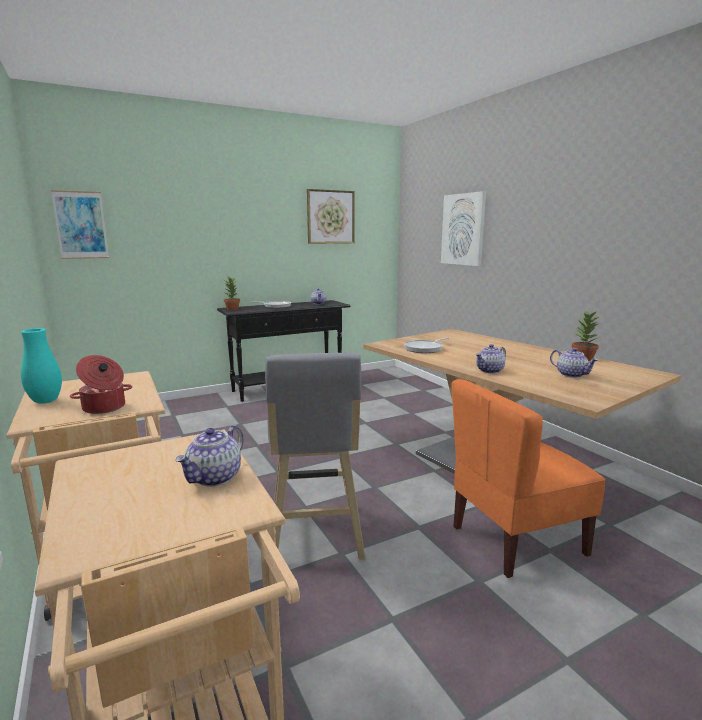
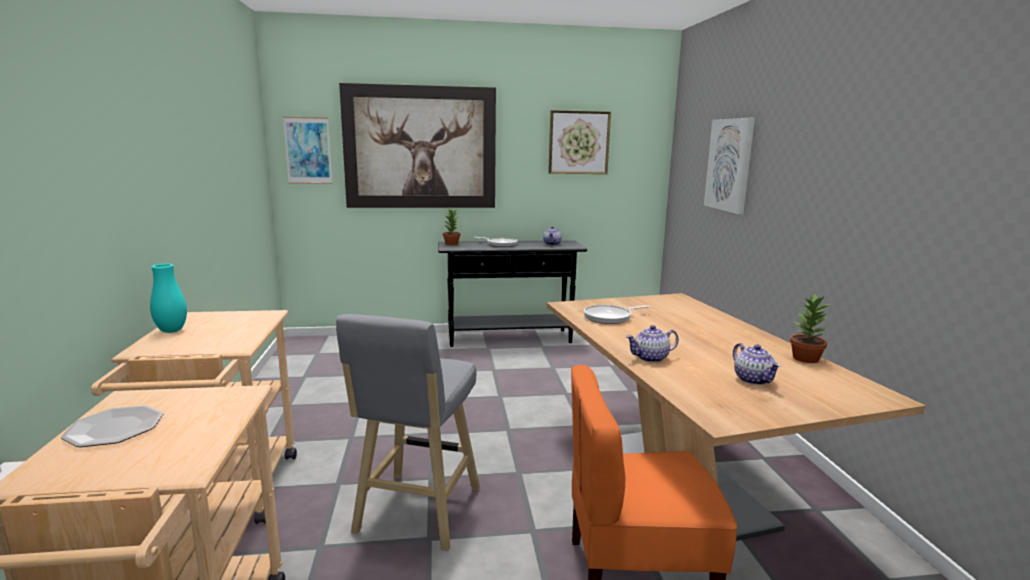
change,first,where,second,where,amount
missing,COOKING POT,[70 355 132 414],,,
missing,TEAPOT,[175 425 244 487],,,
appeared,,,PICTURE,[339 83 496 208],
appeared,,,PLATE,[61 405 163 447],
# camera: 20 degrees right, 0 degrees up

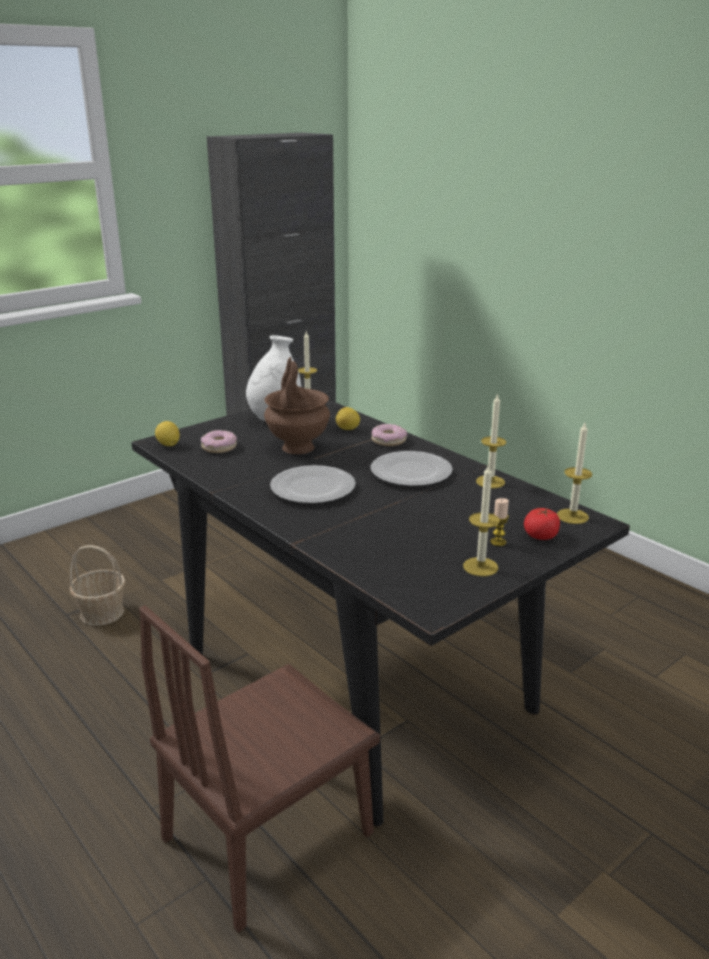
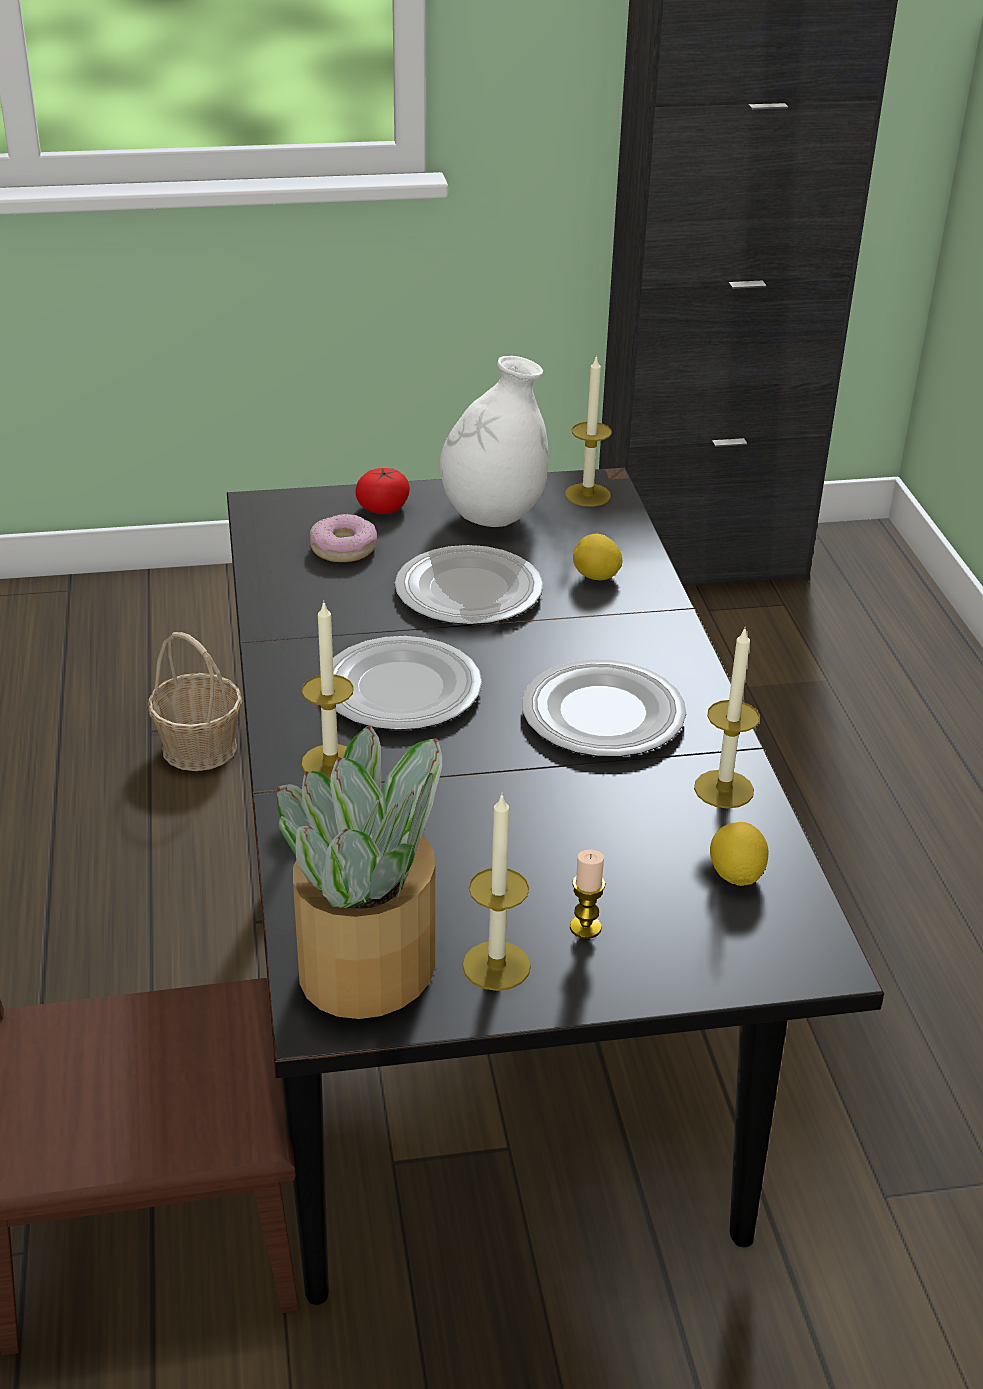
change,first,where,second,where,amount
exchanged,BROWN VASE,[264 357 330 454],PLATE,[395 545 543 625],
relocated,LEMON,[155 421 180 446],,[710 822 768 886],
relocated,CANDLE,[557 423 592 524],,[301 601 354 779],
missing,DONUT,[371 424 407 446],,,
relocated,TOMATO,[524 508 560 540],,[355 468 410 514],
appeared,,,POTTED PLANT,[277 725 442 1019],
# camera: 30 degrees right, 10 degrees up

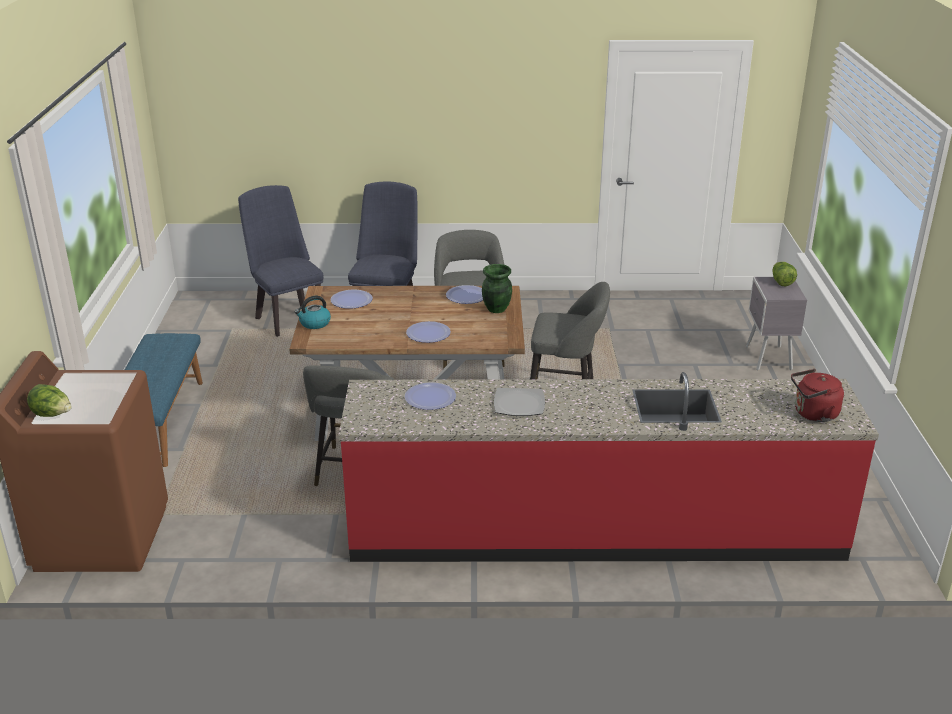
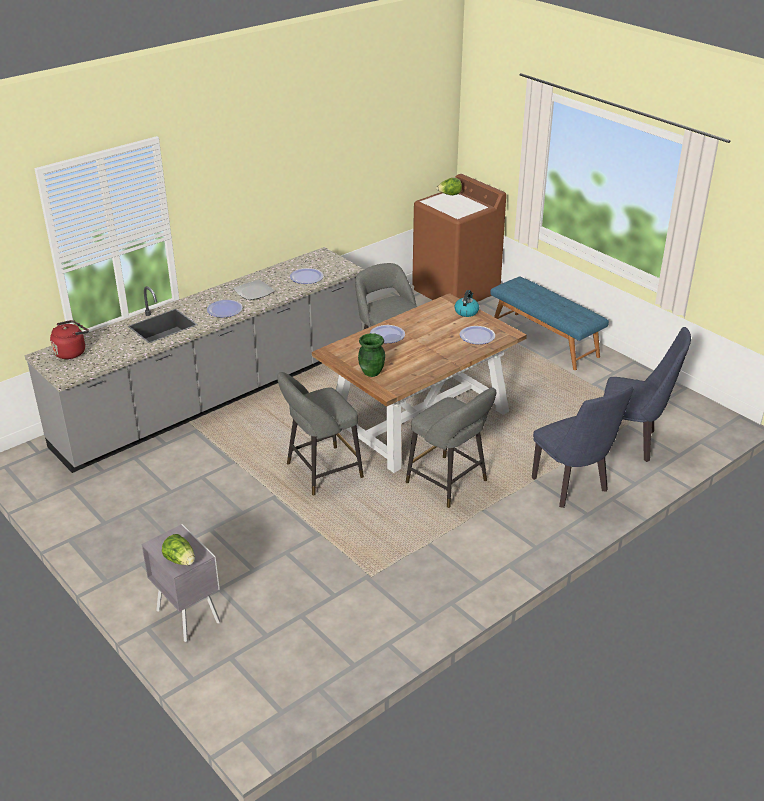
change,first,where,second,where,amount
relocated,PLATE,[446 285 483 304],,[207 300 243 317],
colour,RED COUNTER,[338 372 879 562],GREY COUNTER,[24 247 364 473],
# camera: 140 degrees right, 5 degrees up

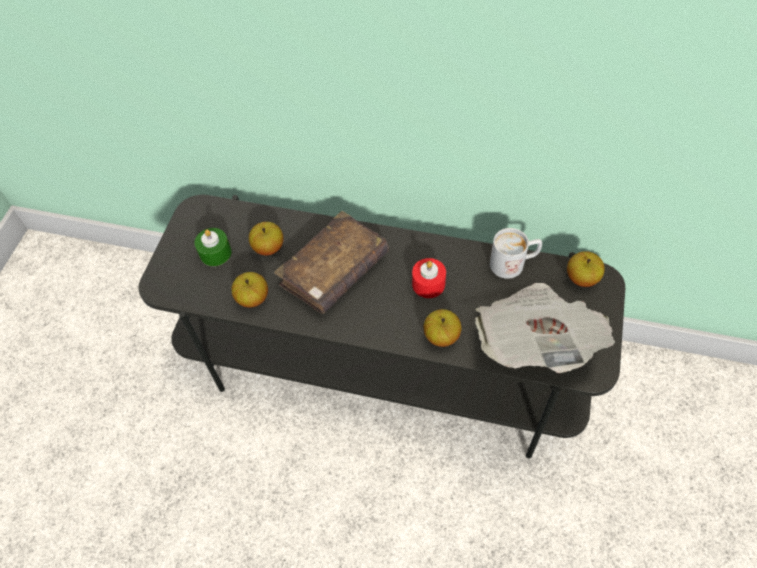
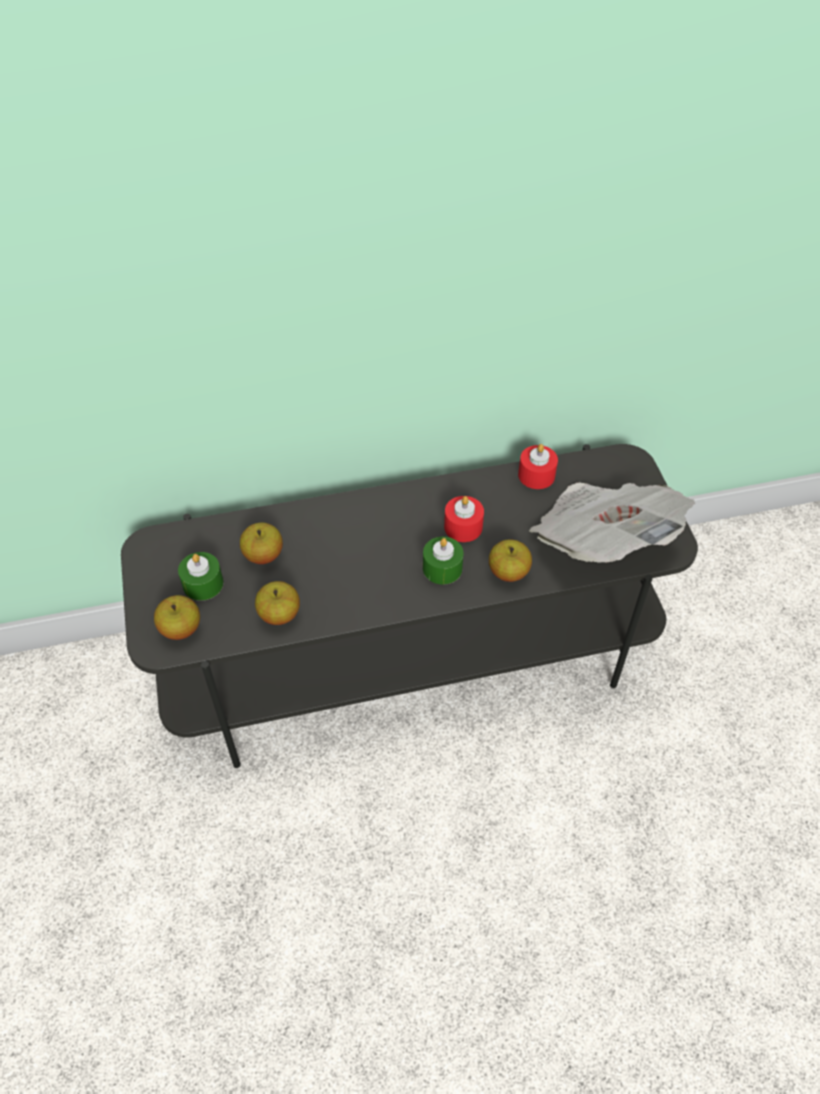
change,first,where,second,where,amount
missing,BROWN BOOK,[274 211 389 314],,,
exchanged,WHITE MUG,[490 228 542 279],RED CANDLE,[518 444 558 489],
relocated,APPLE,[567 251 605 287],,[154 595 200 640],
appeared,,,GREEN CANDLE,[423 537 464 585],
# camera: 30 degrees left, 5 degrees down

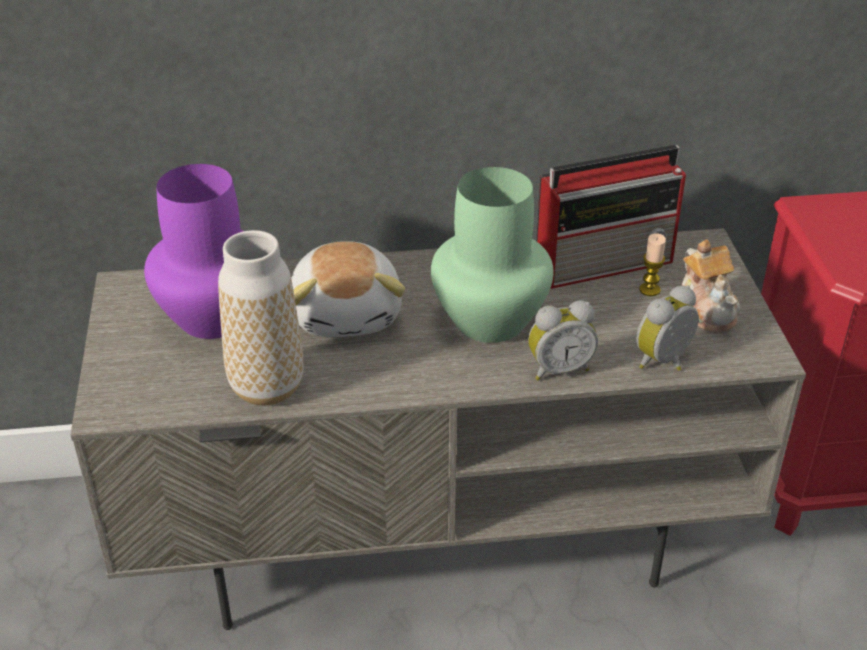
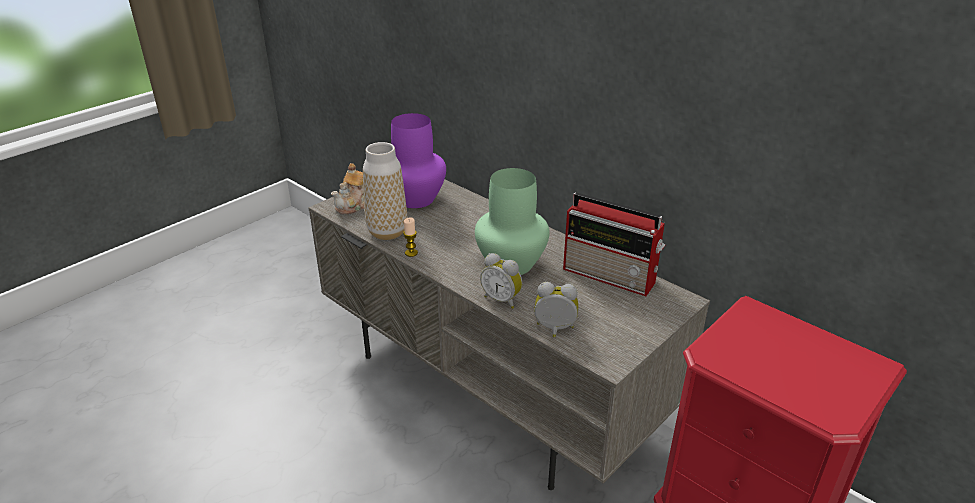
change,first,where,second,where,amount
relocated,CANDLE,[639 233 666 296],,[403 217 418 257],
relocated,TEAPOT,[681 239 740 333],,[331 163 364 214],
missing,PLUSH TOY,[291 241 405 337],,,
# camera: 50 degrees right, 5 degrees down

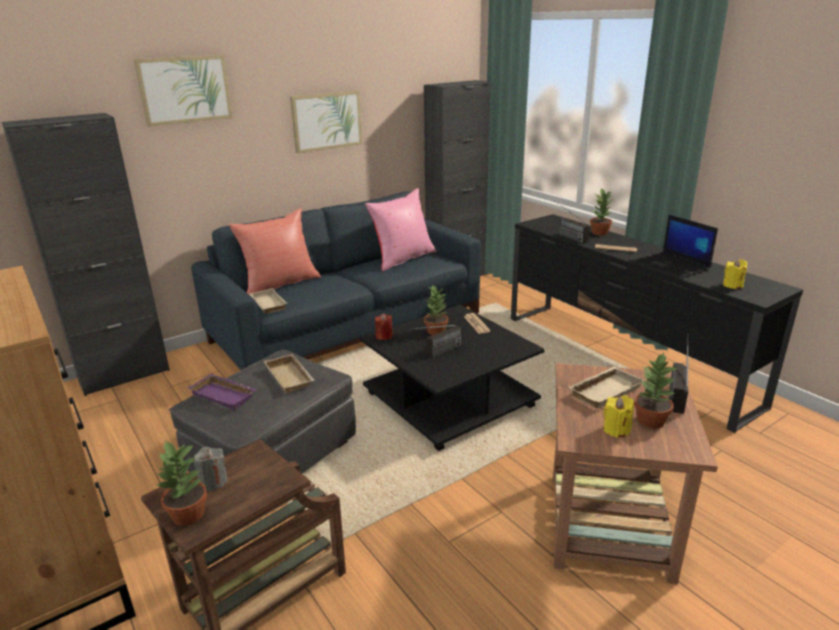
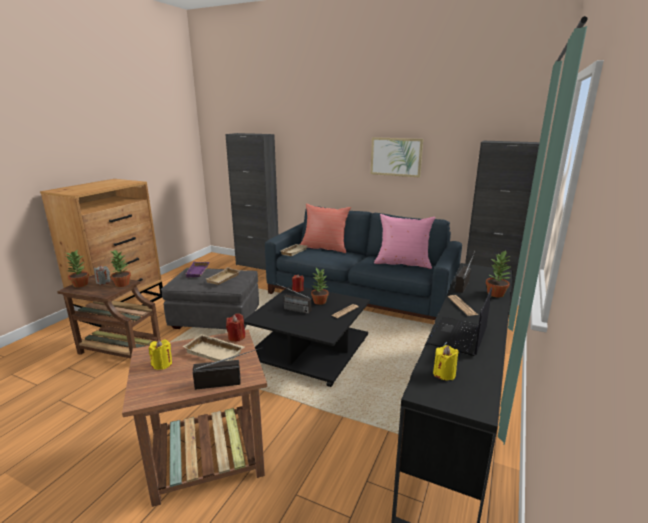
change,first,where,second,where,amount
missing,PICTURE,[134 55 233 127],,,
relocated,POTTED PLANT,[634 353 676 429],,[109 249 131 287],
appeared,,,RED CANDLE,[226 313 245 342],
# camera: 60 degrees right, 5 degrees down

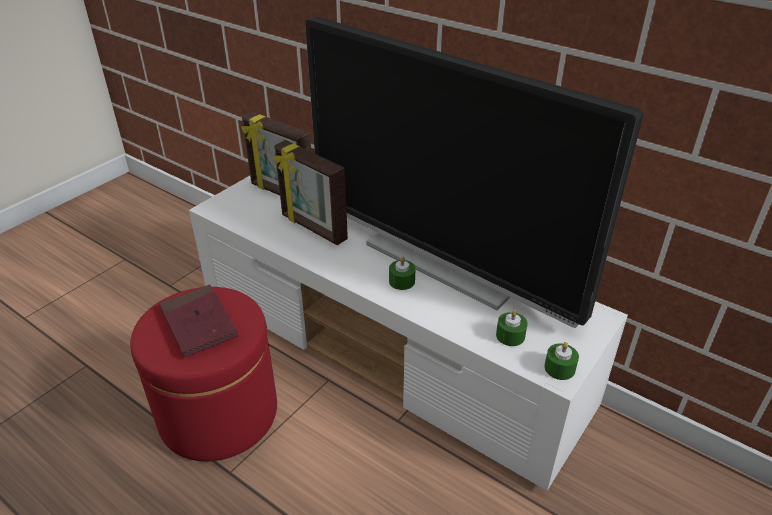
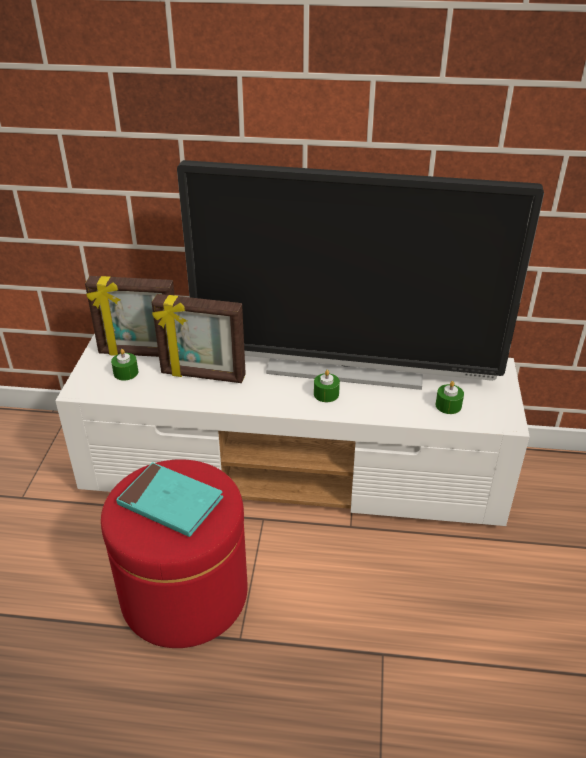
change,first,where,second,where,amount
colour,RED BOOK,[159 285 239 357],TURQUOISE BOOK,[116 462 223 537],
relocated,GREEN CANDLE,[544 342 579 380],,[111 349 138 381],
# camera: 30 degrees left, 0 degrees up

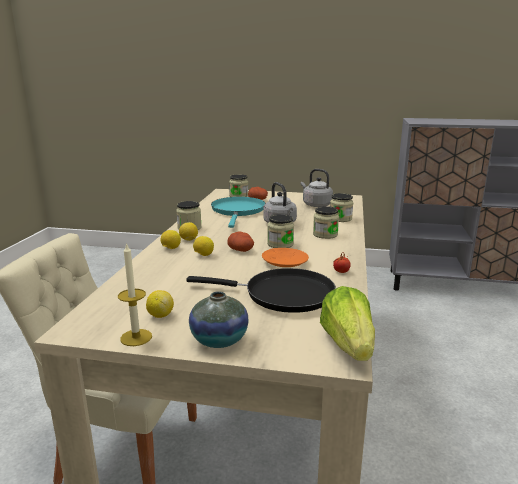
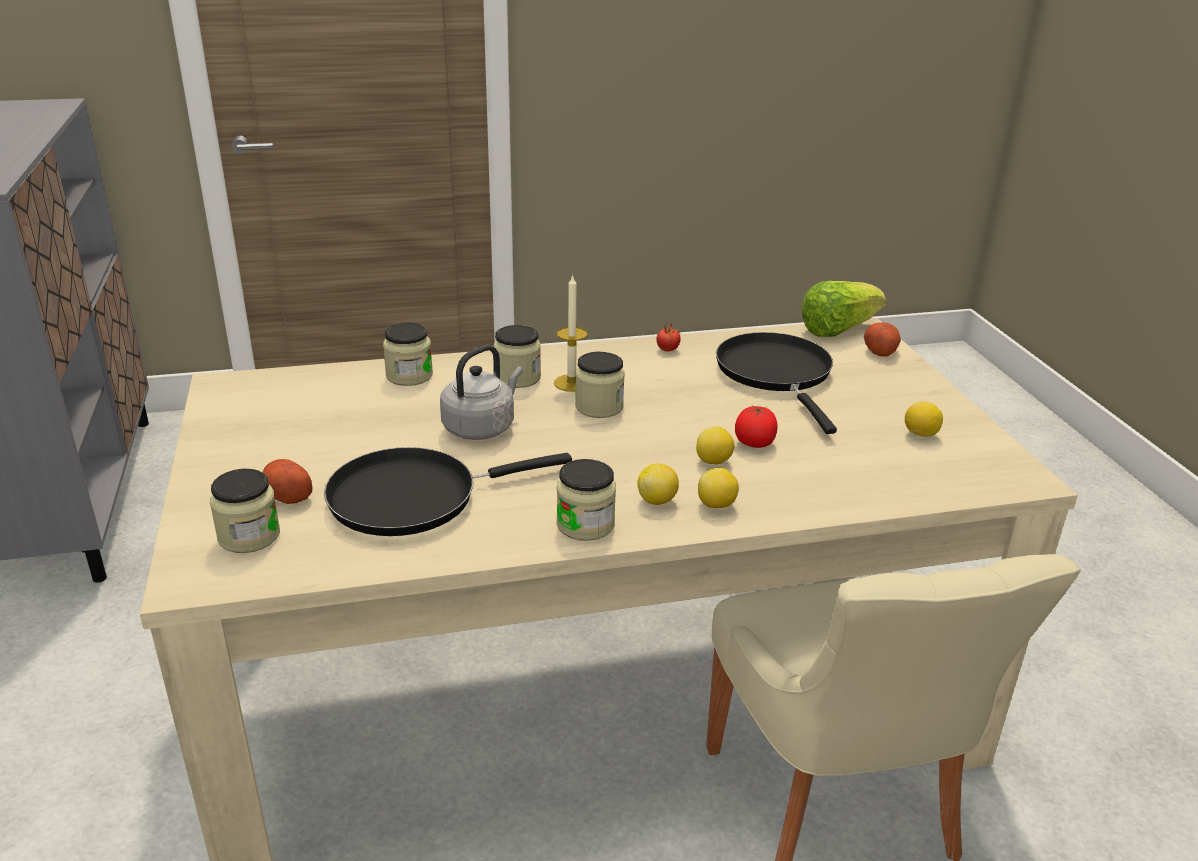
change,first,where,second,where,amount
missing,GREY KETTLE,[301 169 333 207],,,
colour,TURQUOISE FRYING PAN,[211 197 266 228],BLACK FRYING PAN,[324 447 572 536],
relocated,POTATO,[227 231 254 252],,[864 322 901 357],
relocated,CANDLE,[118 243 152 346],,[554 274 588 392],
missing,ORANGE PLATE,[262 248 309 267],,,
missing,VASE,[189 291 249 348],,,
appeared,,,TOMATO,[735 406 778 448],
# camera: 115 degrees left, 10 degrees up

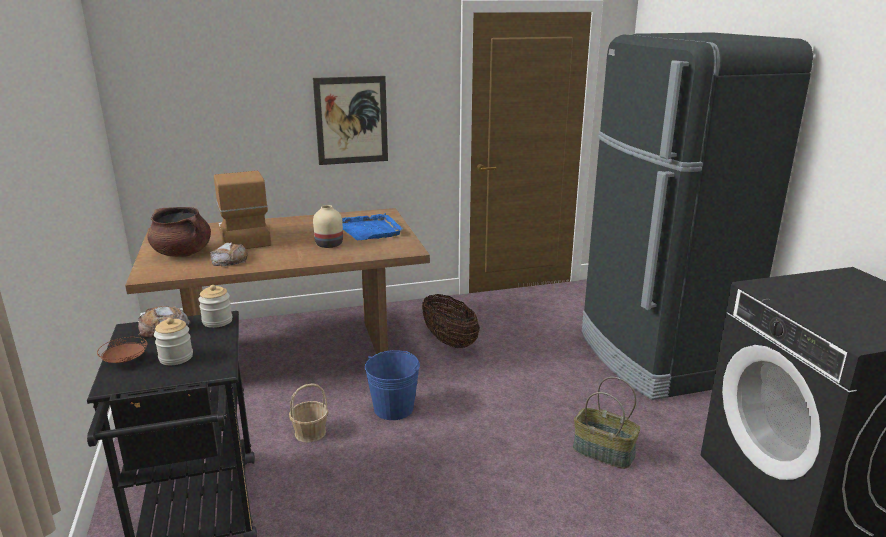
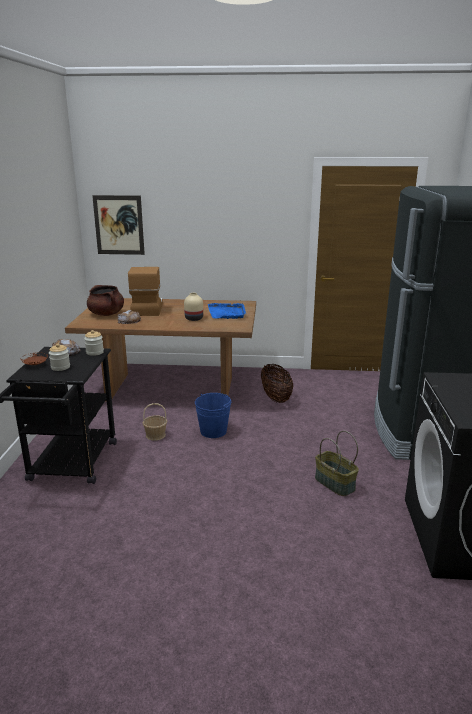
change,first,where,second,where,amount
relocated,PICTURE,[313 76 388 165],,[92 195 145 255],
# camera: 20 degrees right, 0 degrees up

